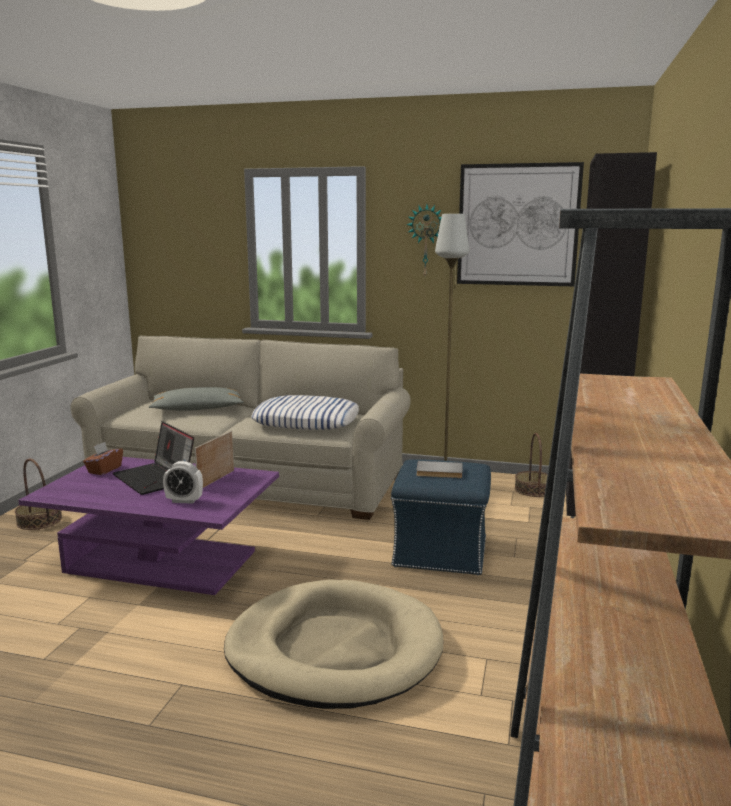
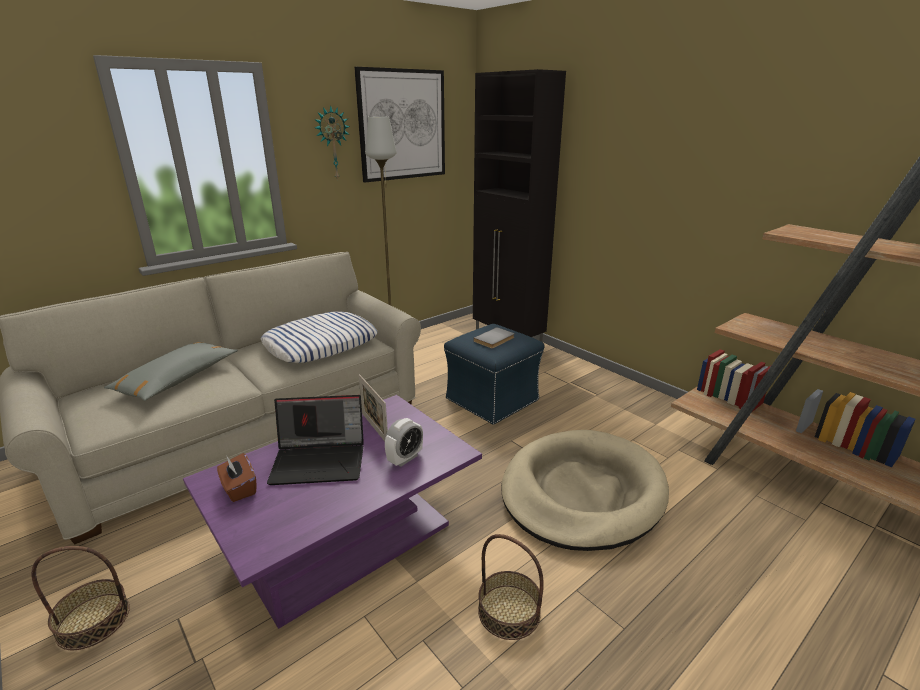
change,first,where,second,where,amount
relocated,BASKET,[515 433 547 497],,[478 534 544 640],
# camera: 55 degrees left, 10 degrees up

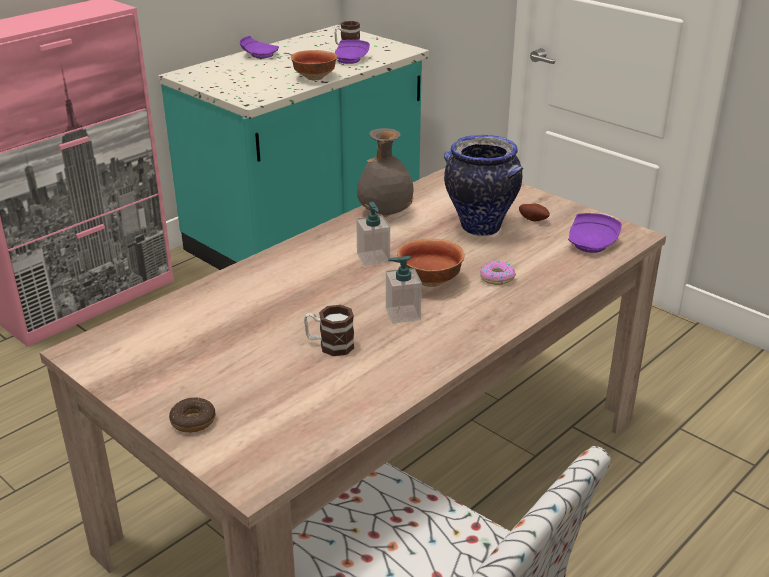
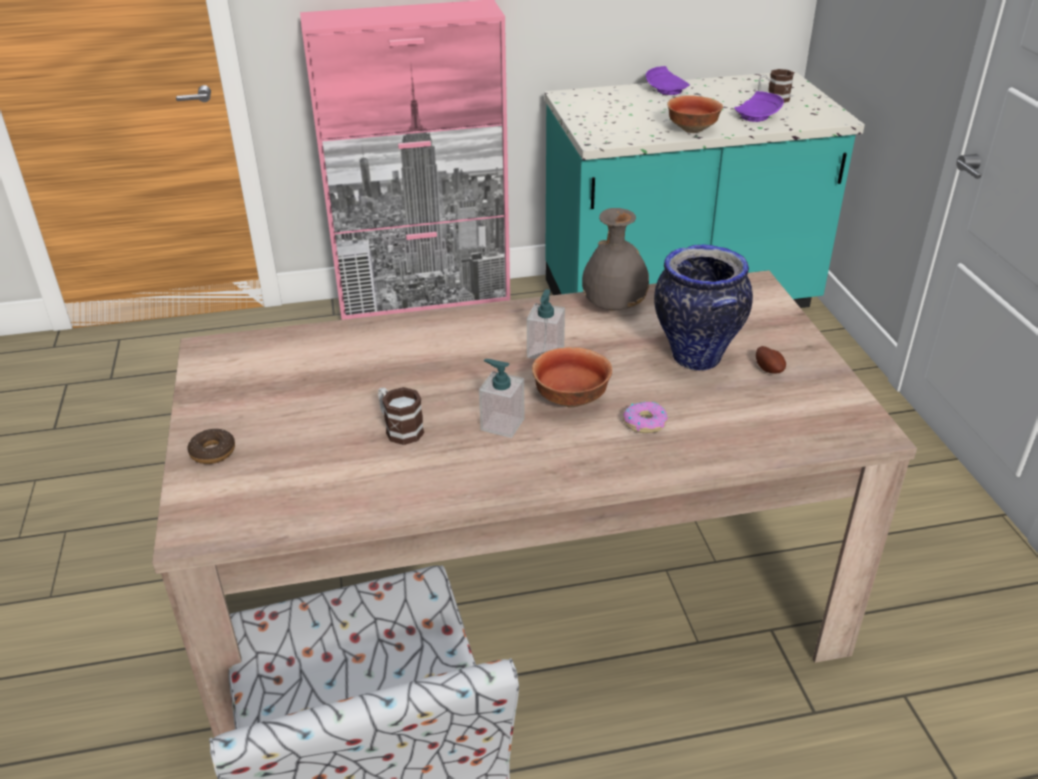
change,first,where,second,where,amount
missing,PURPLE PLATE,[568 213 622 253],,,
# camera: 35 degrees right, 5 degrees up

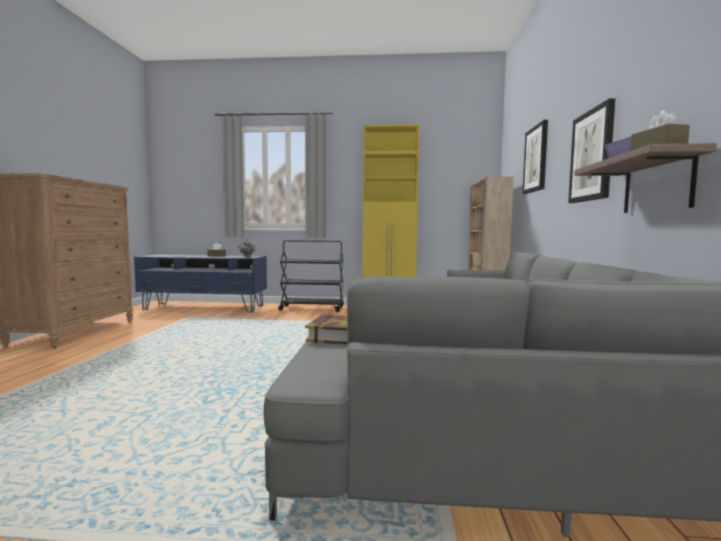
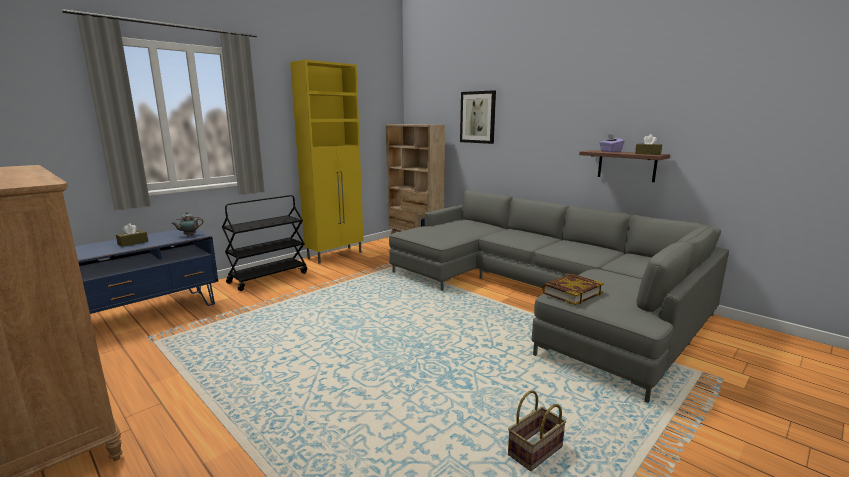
change,first,where,second,where,amount
missing,PICTURE,[568 98 615 203],,,
appeared,,,BASKET,[508 390 566 471],
# camera: 50 degrees left, 10 degrees up

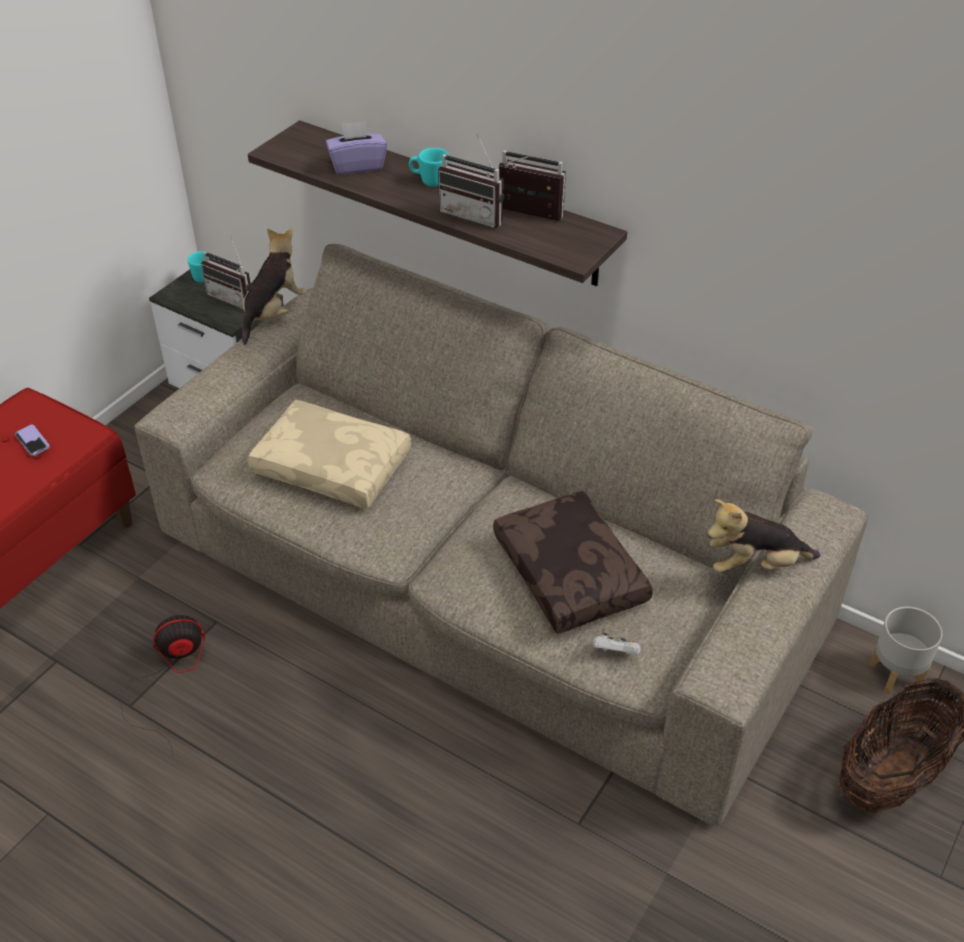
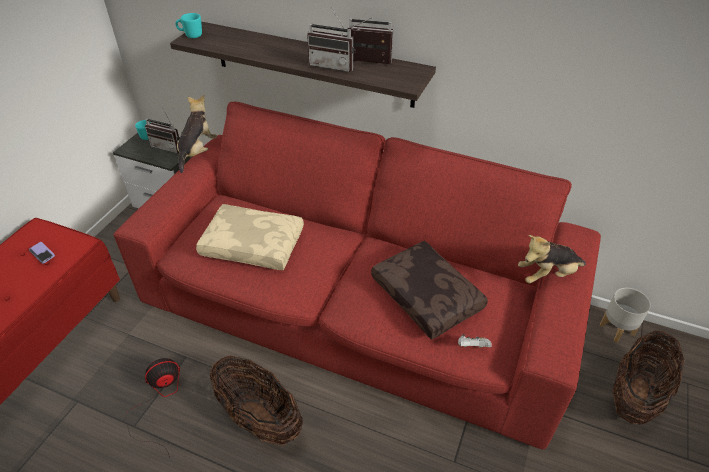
change,first,where,second,where,amount
missing,PURPLE TISSUE BOX,[326 121 387 174],,,
relocated,TURQUOISE MUG,[409 148 449 187],,[175 13 202 38],
colour,BEIGE SOFA,[134 244 868 826],RED SOFA,[114 101 601 449],
appeared,,,BASKET,[210 355 303 445],
# camera: 10 degrees left, 0 degrees up

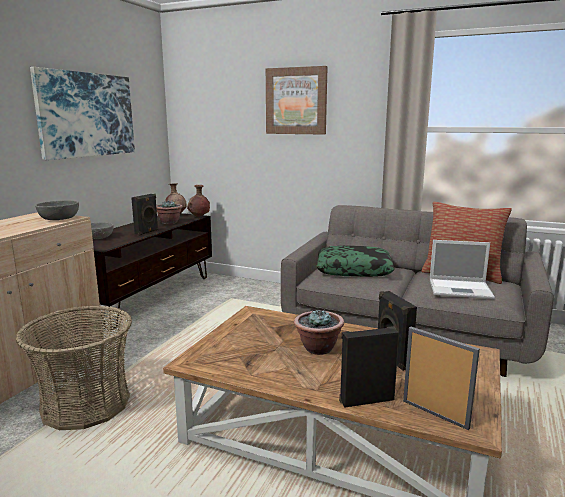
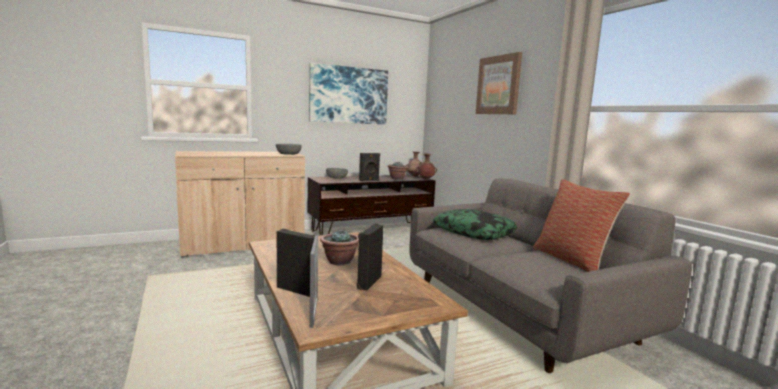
change,first,where,second,where,amount
missing,LAPTOP,[430 240 495 299],,,
missing,BASKET,[15 306 132 430],,,
# camera: 40 degrees right, 5 degrees down

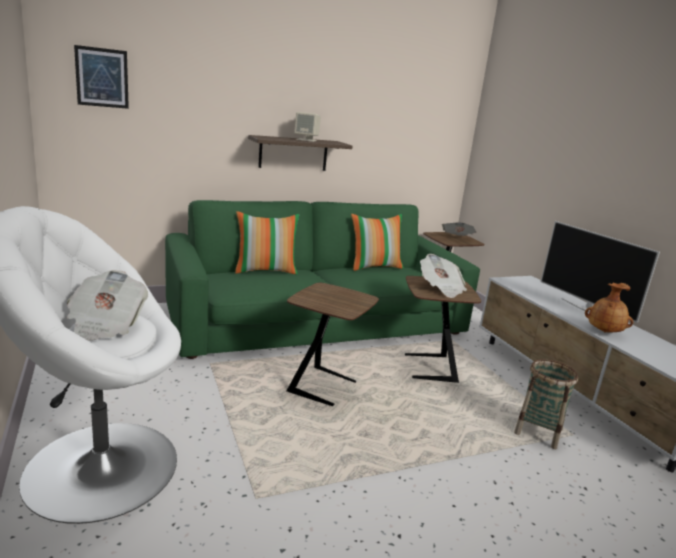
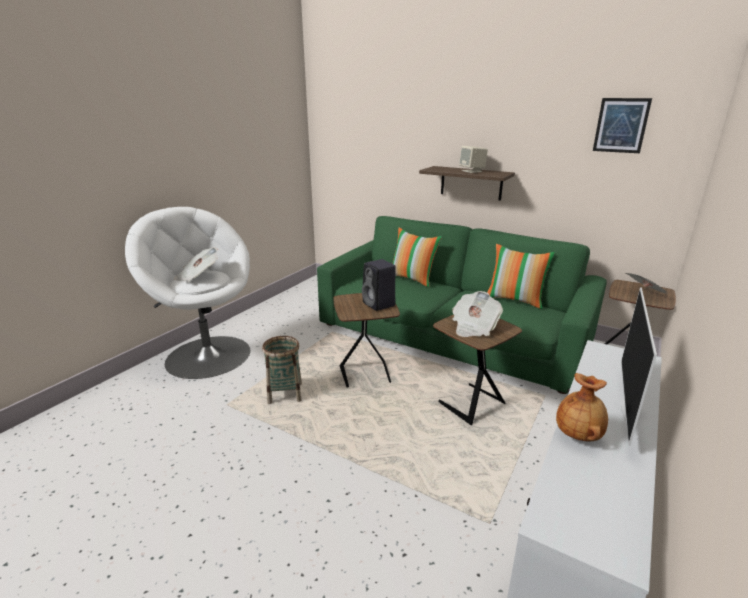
change,first,where,second,where,amount
relocated,PICTURE,[74 45 129 109],,[593 98 652 153],
relocated,BASKET,[514 359 578 449],,[262 336 302 404],
appeared,,,BLACK SPEAKER,[362 259 396 311],
# camera: 55 degrees right, 5 degrees up

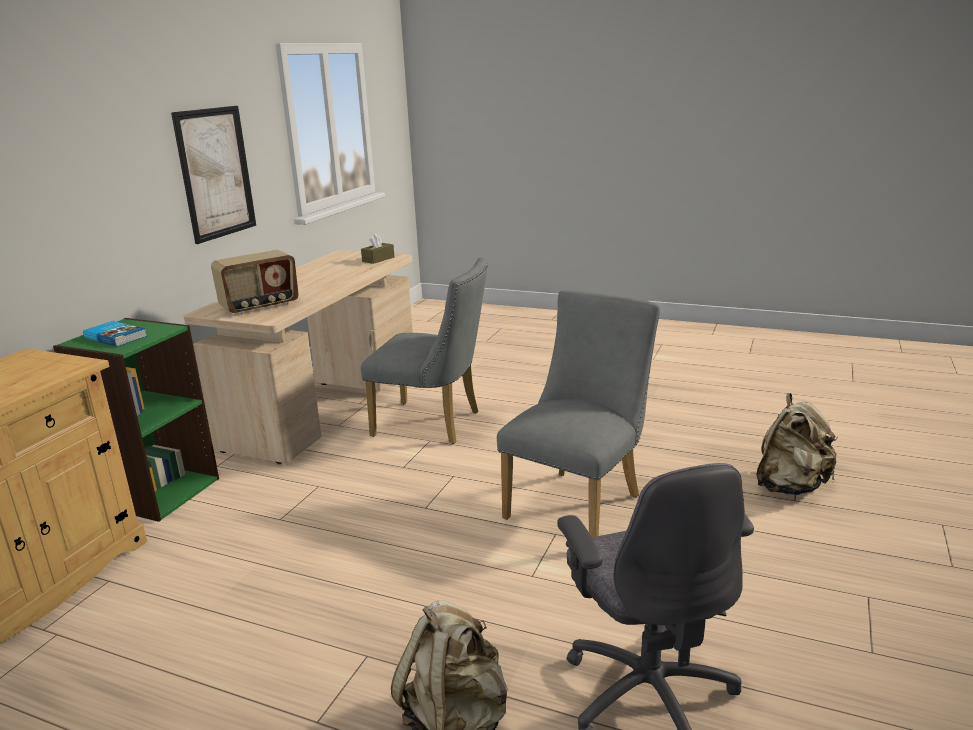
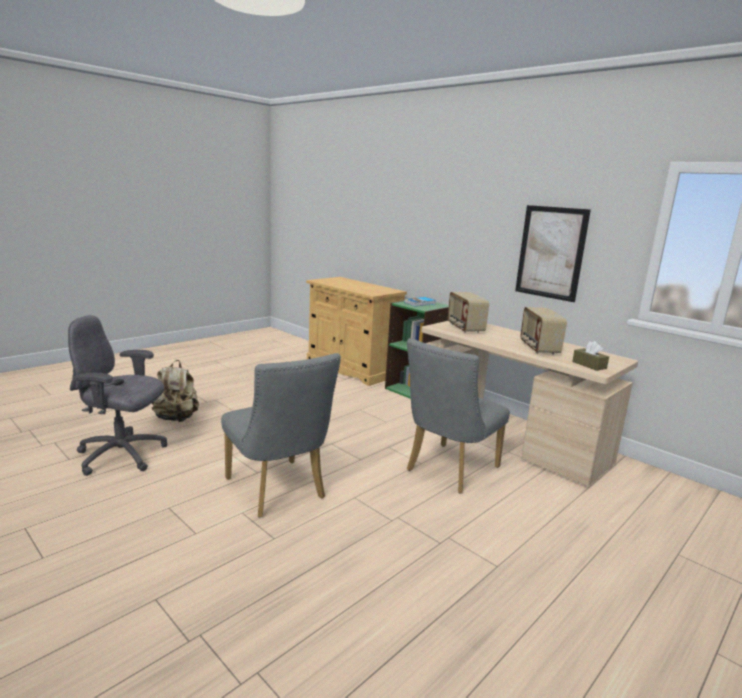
change,first,where,second,where,amount
missing,BEIGE BACKPACK,[756 393 838 495],,,
appeared,,,RADIO,[520 307 567 354],
# camera: 110 degrees right, 5 degrees down

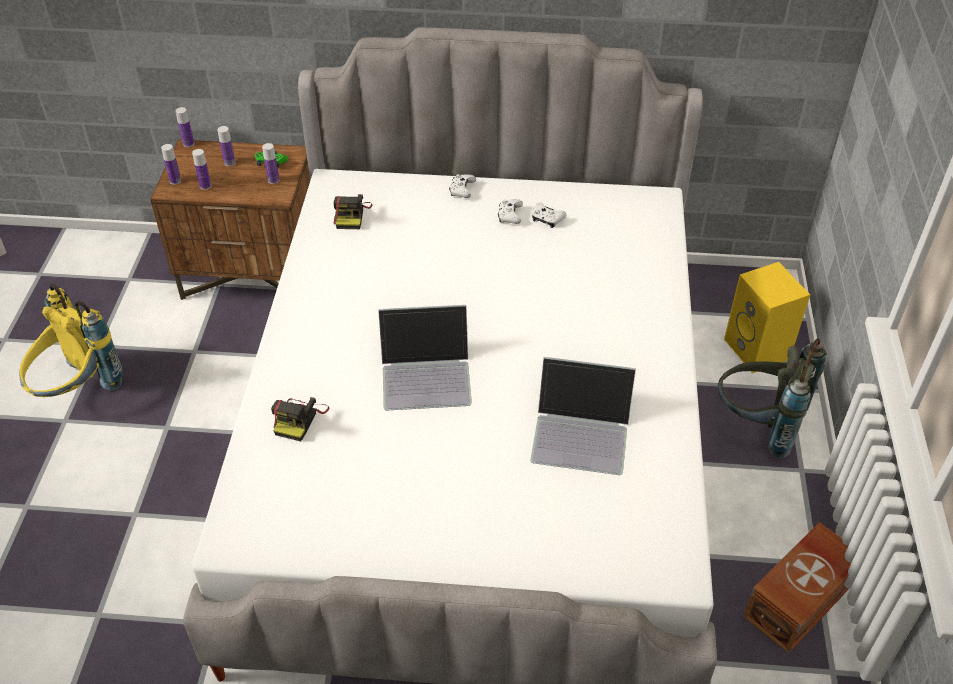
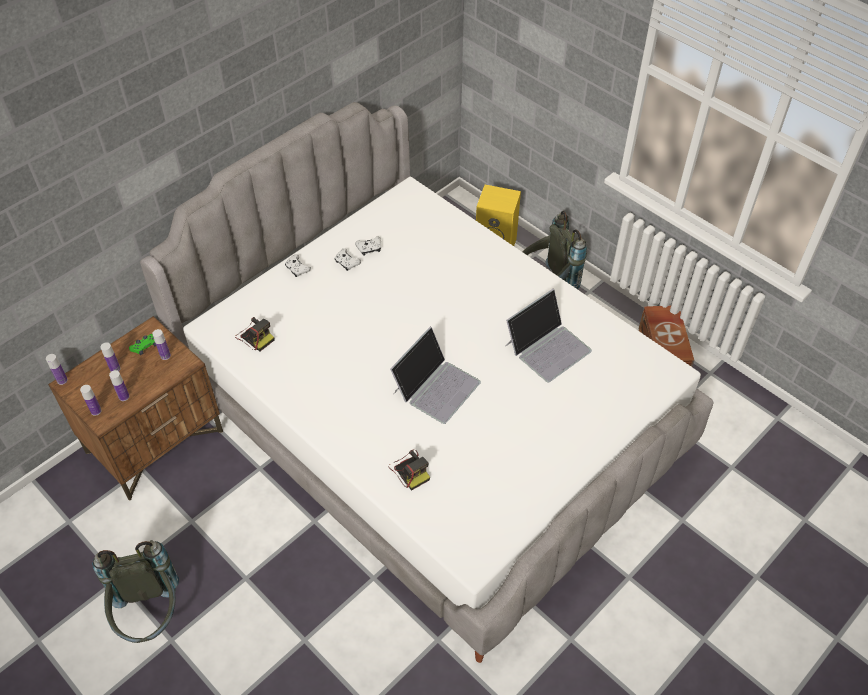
change,first,where,second,where,amount
colour,YELLOW BACKPACK,[19 284 123 397],GREY BACKPACK,[92 540 179 643],
# camera: 50 degrees left, 5 degrees up

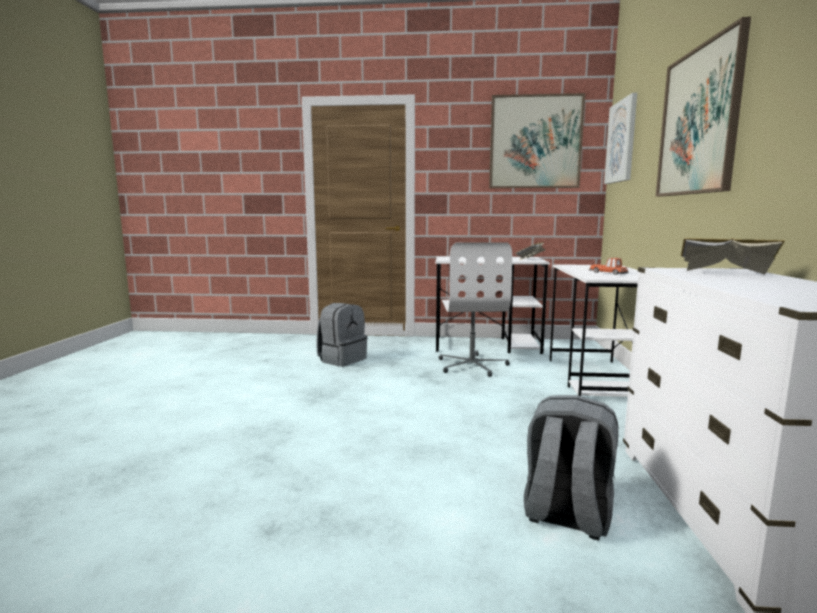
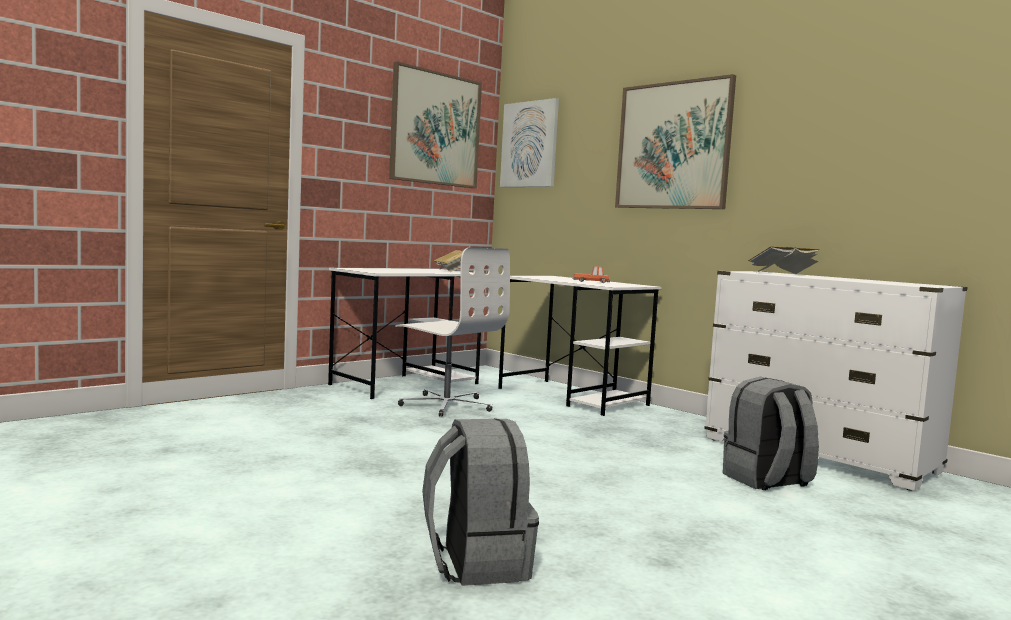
change,first,where,second,where,amount
relocated,GREY BACKPACK,[317 303 367 367],,[422 418 539 586],
# camera: 50 degrees left, 5 degrees down

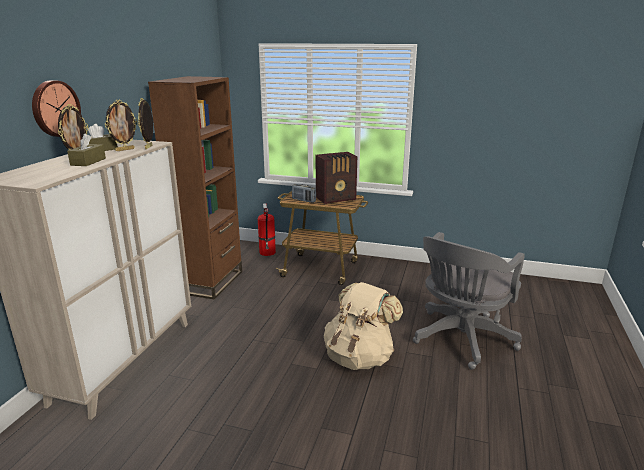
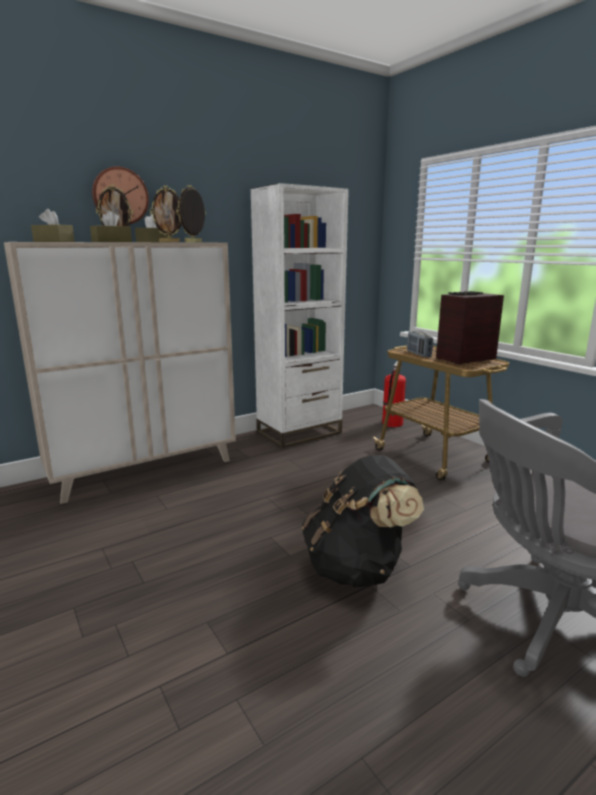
change,first,where,second,where,amount
colour,BROWN BOOKCASE,[148 76 242 300],WHITE BOOKCASE,[250 183 349 448],
spun,RADIO,[316 152 357 204],,[436 291 504 365],135 degrees clockwise
colour,BEIGE BACKPACK,[324 282 403 370],BLACK BACKPACK,[302 455 424 587],
appeared,,,BROWN TISSUE BOX,[31 209 75 242],
# camera: 40 degrees right, 5 degrees down

